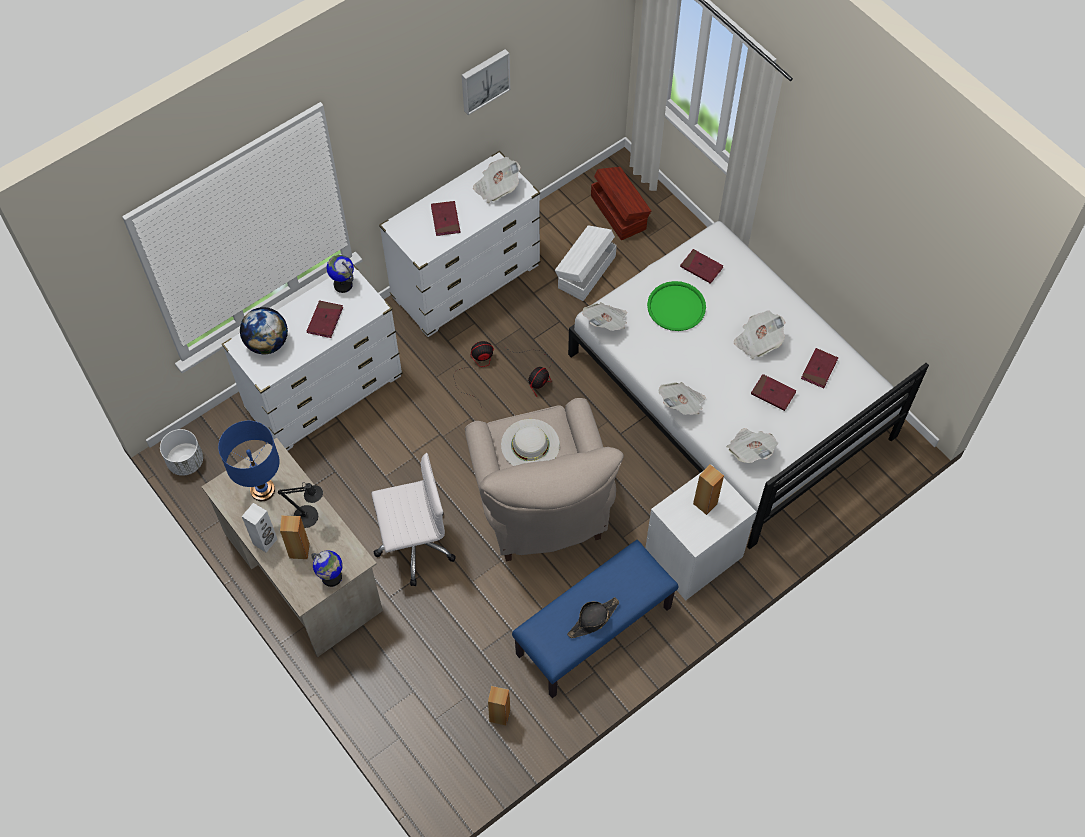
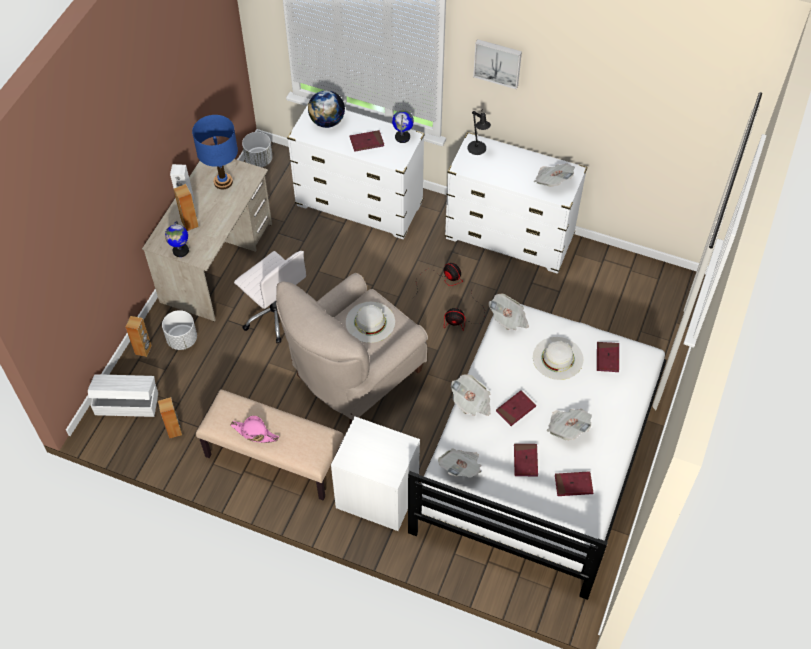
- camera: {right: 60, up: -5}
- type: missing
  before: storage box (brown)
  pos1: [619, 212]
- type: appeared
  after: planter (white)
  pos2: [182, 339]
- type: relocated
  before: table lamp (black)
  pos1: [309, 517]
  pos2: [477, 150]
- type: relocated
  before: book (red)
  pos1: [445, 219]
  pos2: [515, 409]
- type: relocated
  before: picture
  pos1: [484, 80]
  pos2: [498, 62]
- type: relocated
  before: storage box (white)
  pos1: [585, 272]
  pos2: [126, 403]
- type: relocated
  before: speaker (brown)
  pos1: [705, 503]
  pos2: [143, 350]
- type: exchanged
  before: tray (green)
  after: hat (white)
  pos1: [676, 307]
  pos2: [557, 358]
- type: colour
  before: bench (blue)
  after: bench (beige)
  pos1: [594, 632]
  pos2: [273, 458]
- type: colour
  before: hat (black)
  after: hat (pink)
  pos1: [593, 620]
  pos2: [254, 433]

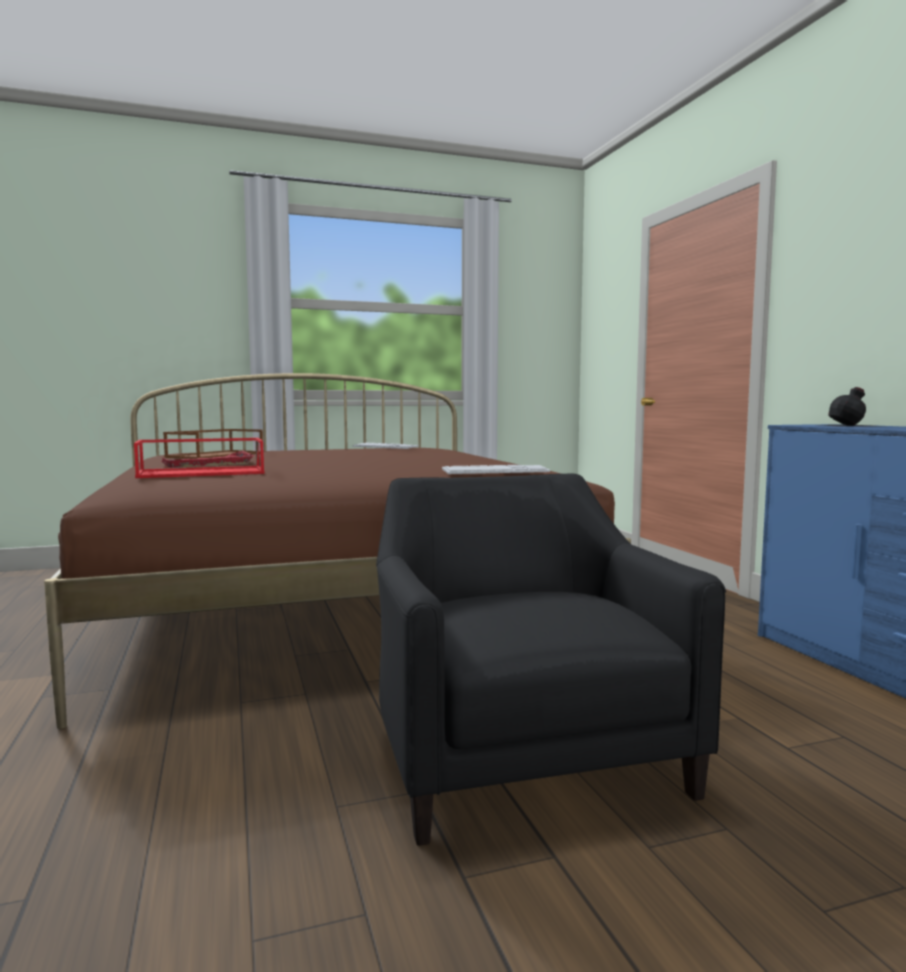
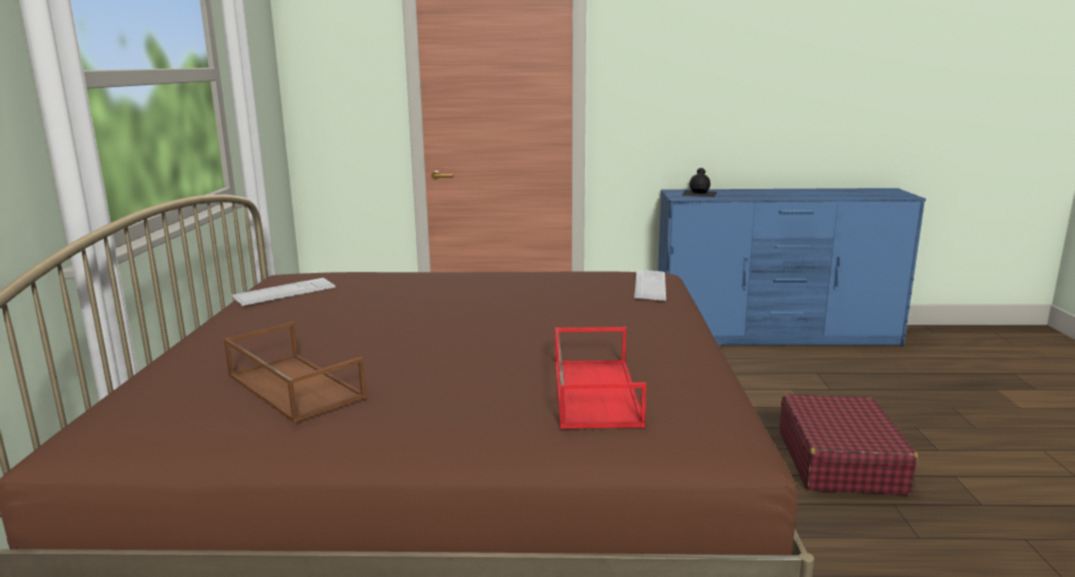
- camera: {right: -70, up: 10}
- type: missing
  before: tray (red)
  pos1: [208, 464]
- type: exchanged
  before: armchair (black)
  after: suitcase (red)
  pos1: [521, 753]
  pos2: [840, 461]

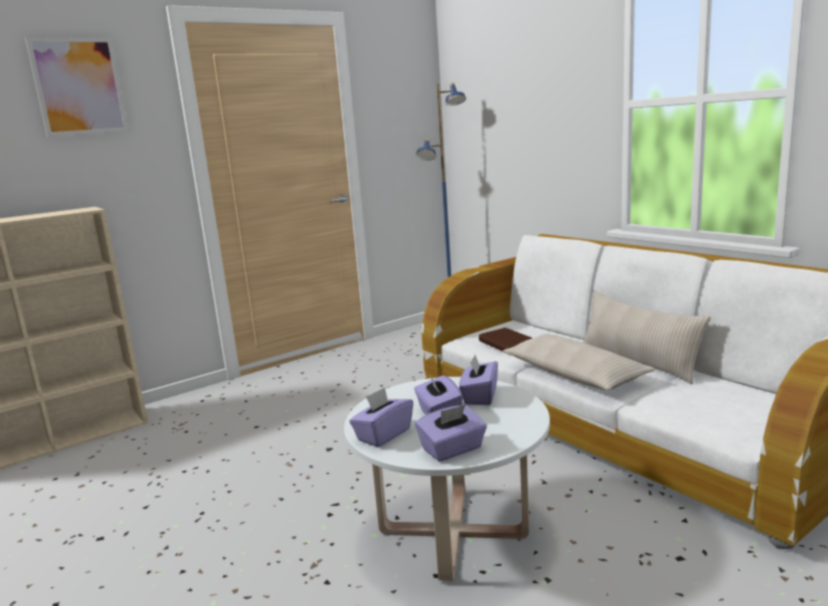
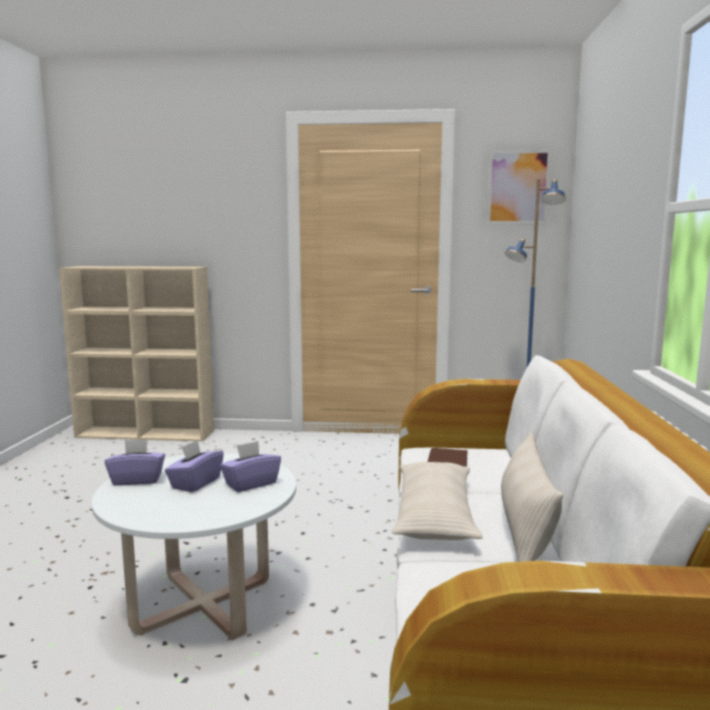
- camera: {right: 40, up: -5}
- type: missing
  before: tissue box (purple)
  pos1: [452, 449]
- type: relocated
  before: picture
  pos1: [79, 86]
  pos2: [518, 187]

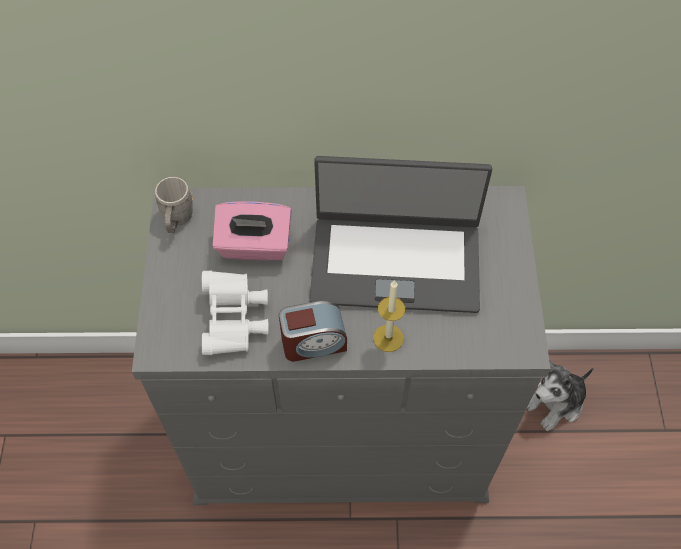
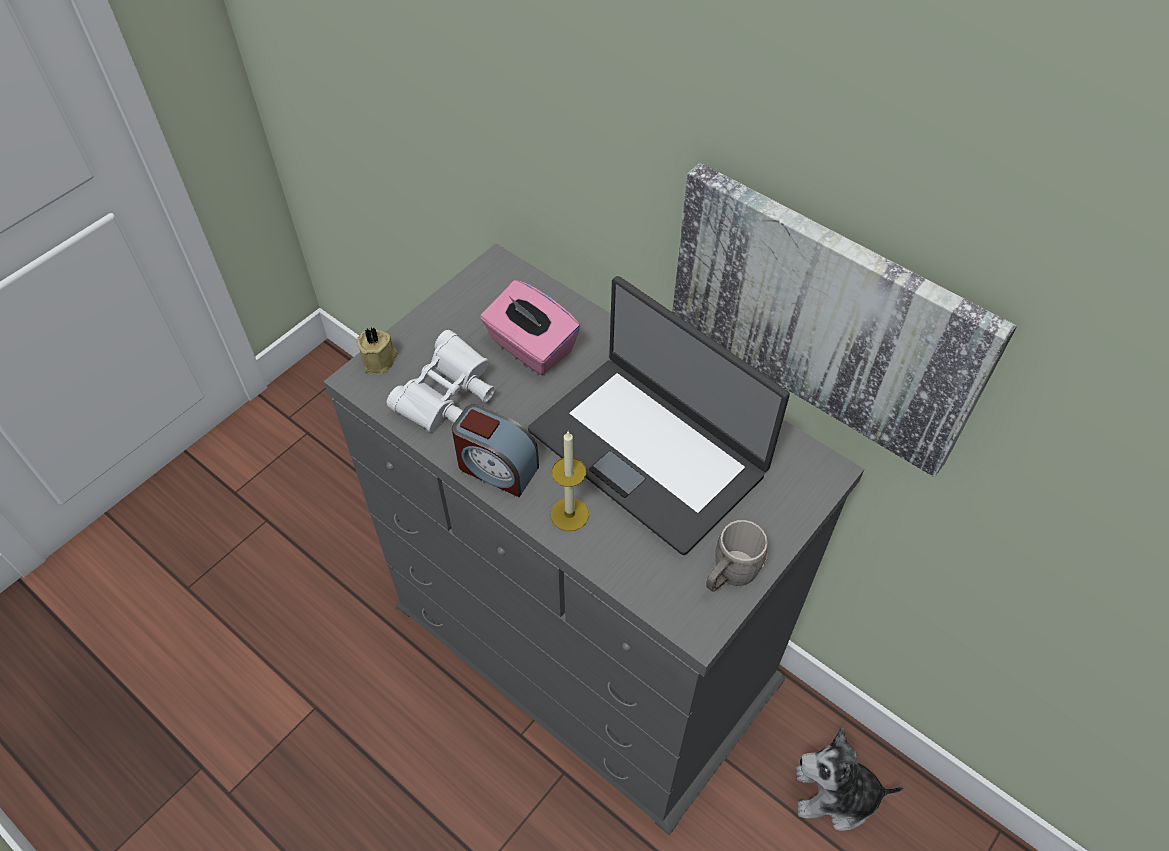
- camera: {right: 40, up: -5}
- type: appeared
  after: candle (beige)
  pos2: [380, 360]
- type: appeared
  after: picture
  pos2: [825, 316]
- type: relocated
  before: mug (grey)
  pos1: [177, 220]
  pos2: [729, 575]

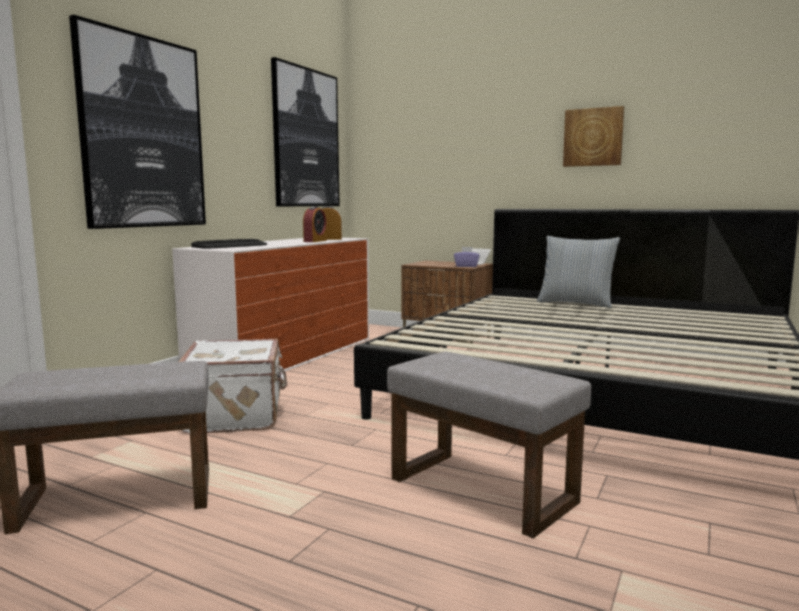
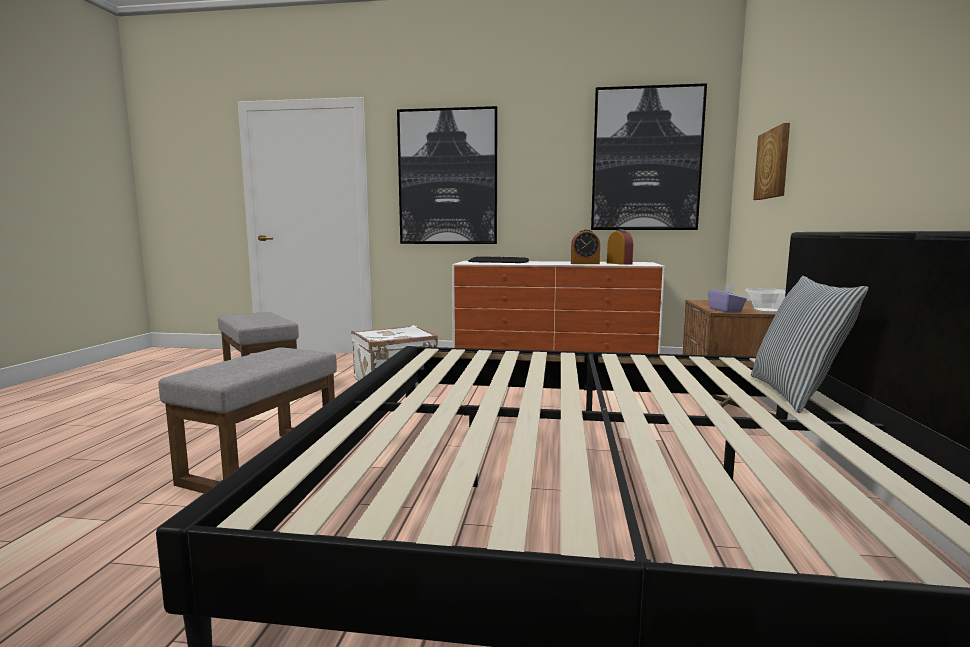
- camera: {right: 70, up: 0}
- type: relocated
  before: picture
  pos1: [593, 137]
  pos2: [773, 164]

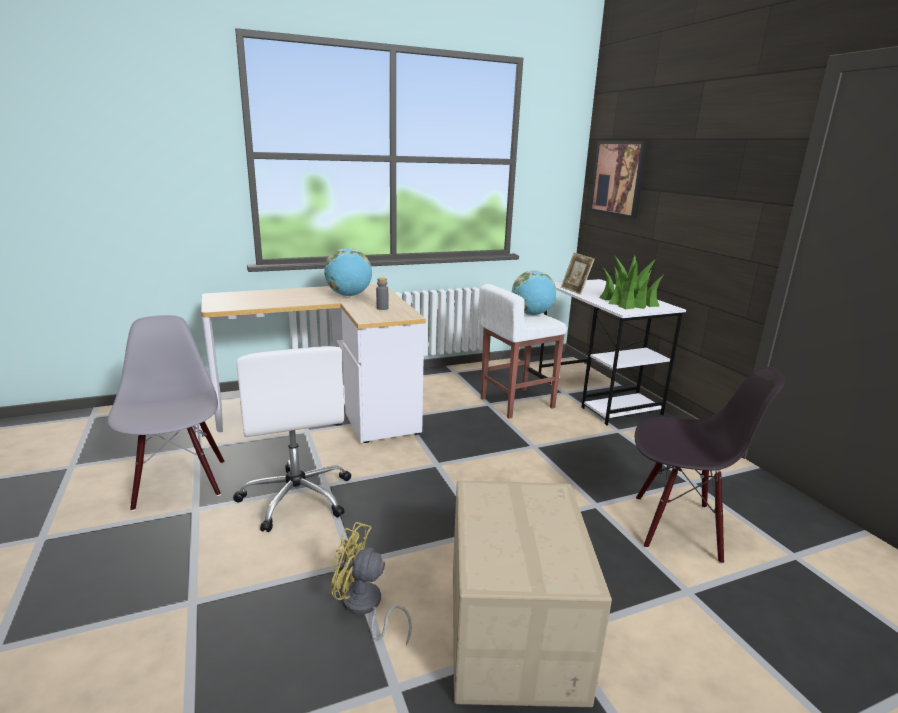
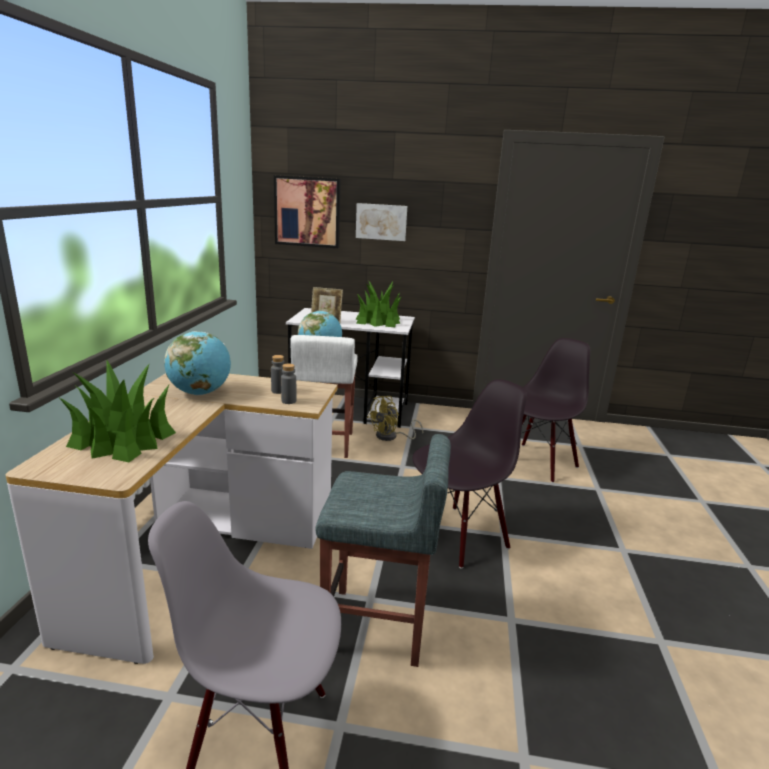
- camera: {right: -60, up: 0}
- type: missing
  before: cardboard box
  pos1: [515, 631]
- type: appeared
  after: potted plant
  pos2: [122, 439]
- type: appeared
  after: bottle (grey)
  pos2: [288, 401]
- type: appeared
  after: picture
  pos2: [381, 222]
- type: appeared
  after: chair (black)
  pos2: [459, 536]
- type: relocated
  before: fan (yellow)
  pos1: [364, 607]
  pos2: [391, 437]
- type: exchanged
  before: office chair (white)
  after: stool (grey)
  pos1: [297, 497]
  pos2: [378, 626]

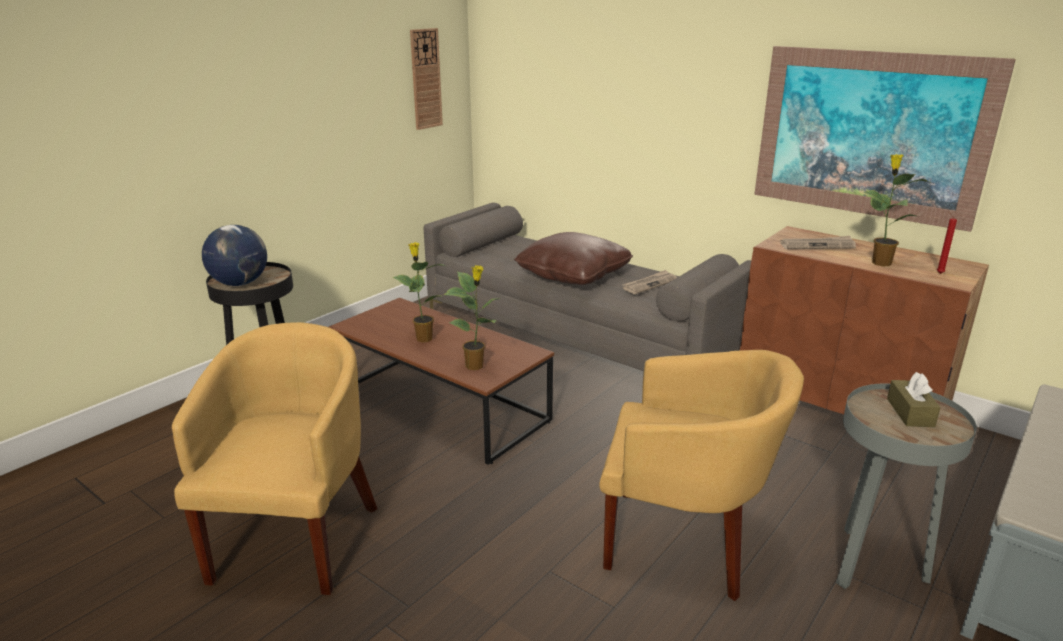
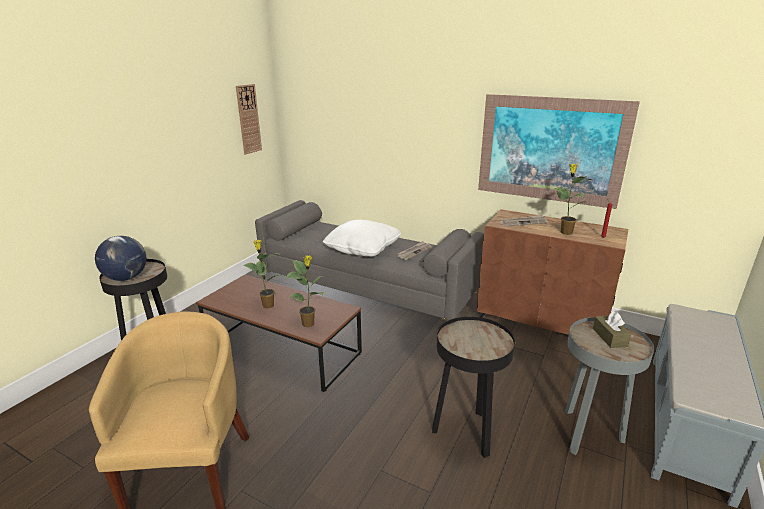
- camera: {right: -10, up: 0}
- type: exchanged
  before: armchair (yellow)
  after: side table (black)
  pos1: [684, 541]
  pos2: [466, 433]
- type: colour
  before: pillow (brown)
  after: pillow (white)
  pos1: [573, 275]
  pos2: [362, 249]

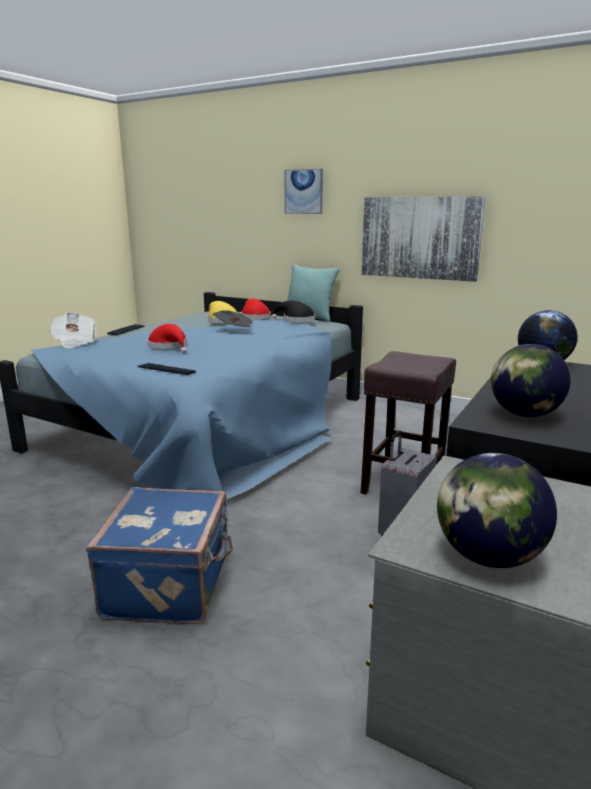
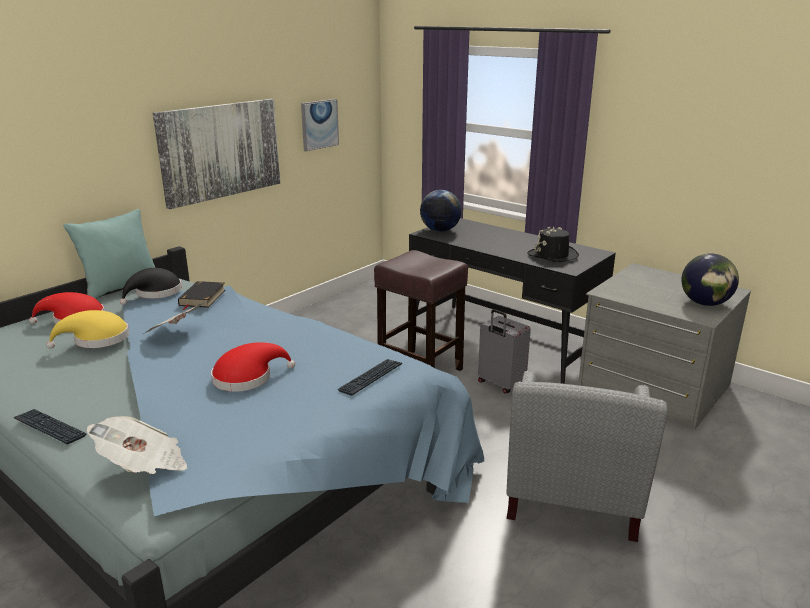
- camera: {right: -80, up: 5}
- type: appeared
  after: book (black)
  pos2: [202, 298]
- type: relocated
  before: picture
  pos1: [304, 191]
  pos2: [319, 124]
- type: exchanged
  before: suitcase (blue)
  after: armchair (grey)
  pos1: [171, 584]
  pos2: [570, 502]
- type: exchanged
  before: globe
  after: hat (black)
  pos1: [524, 414]
  pos2: [553, 255]

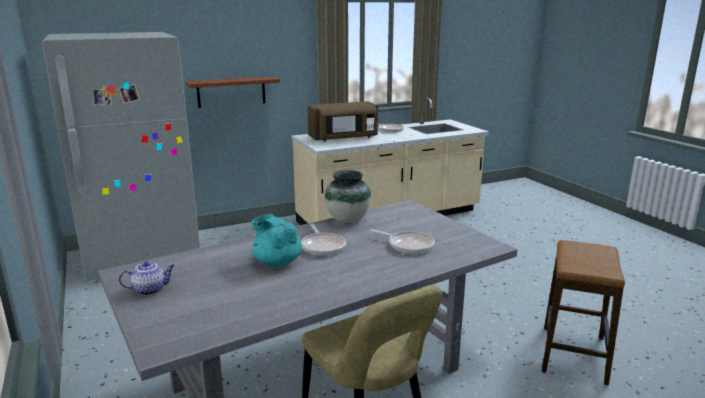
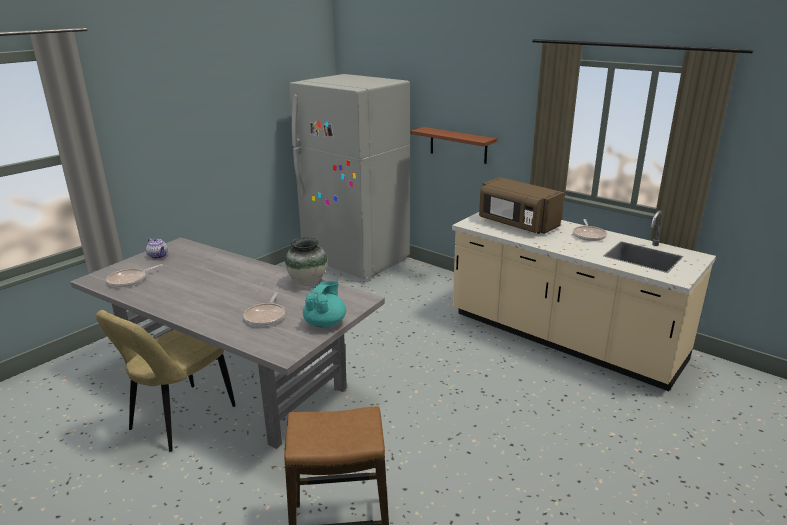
- camera: {right: 65, up: 5}
- type: relocated
  before: teapot (turquoise)
  pos1: [277, 262]
  pos2: [325, 323]
- type: relocated
  before: frying pan
  pos1: [323, 246]
  pos2: [129, 280]

